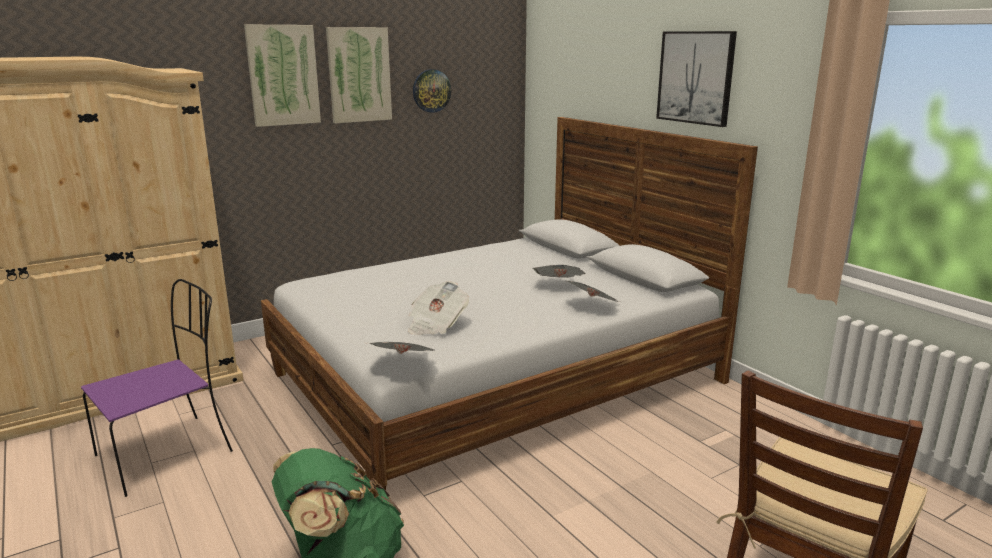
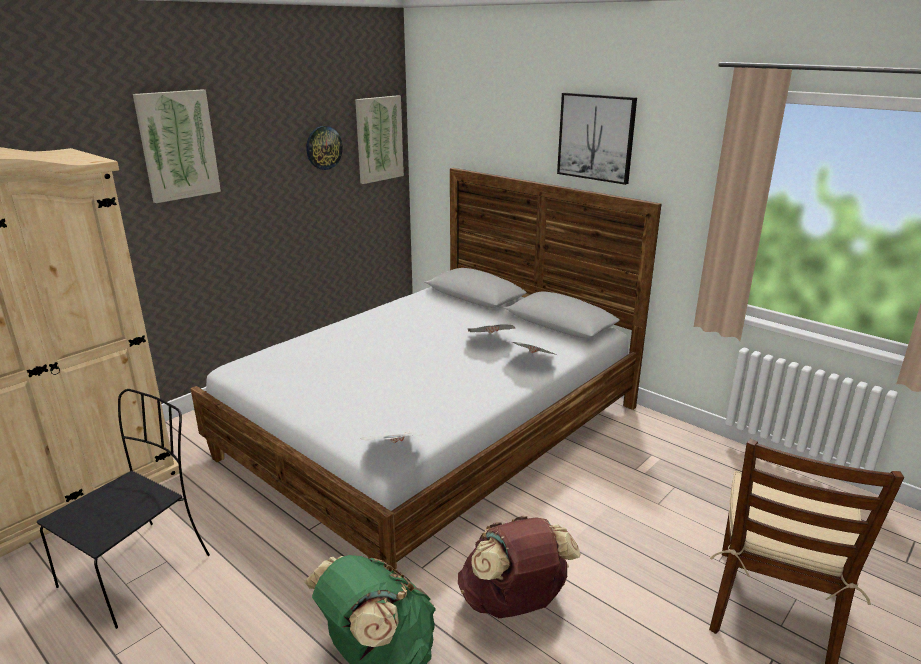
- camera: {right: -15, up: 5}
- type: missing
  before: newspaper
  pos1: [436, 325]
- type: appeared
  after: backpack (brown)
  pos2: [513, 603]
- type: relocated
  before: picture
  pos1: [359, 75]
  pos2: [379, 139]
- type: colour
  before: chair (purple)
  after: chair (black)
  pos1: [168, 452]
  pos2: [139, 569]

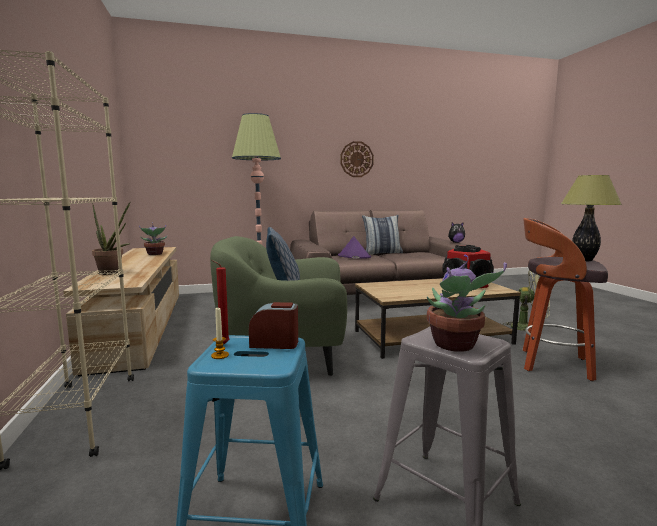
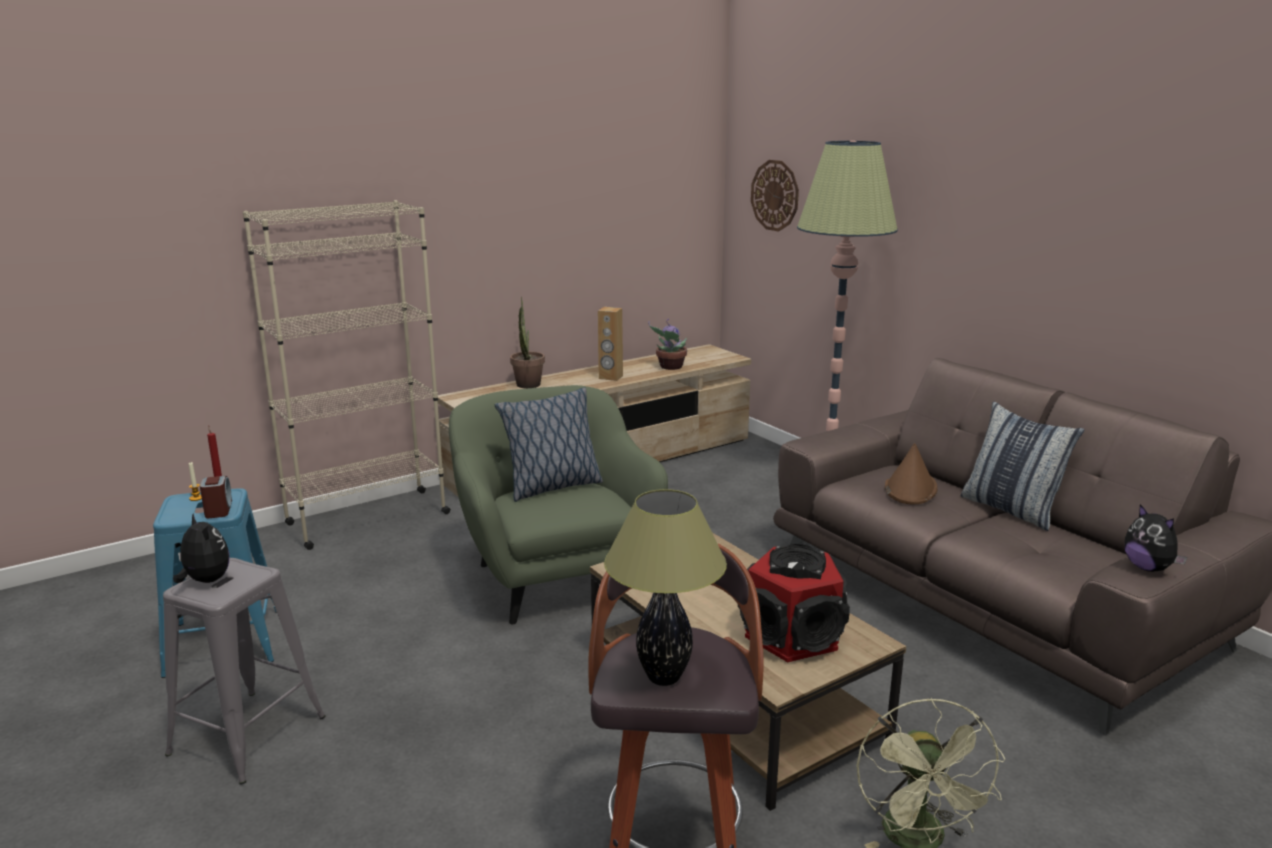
- camera: {right: 70, up: 10}
- type: appeared
  after: speaker (brown)
  pos2: [610, 377]
- type: relocated
  before: wall clock
  pos1: [356, 159]
  pos2: [775, 195]
- type: exchanged
  before: potted plant
  after: plush toy
  pos1: [455, 345]
  pos2: [205, 581]
- type: colour
  before: hat (purple)
  after: hat (brown)
  pos1: [354, 256]
  pos2: [910, 488]

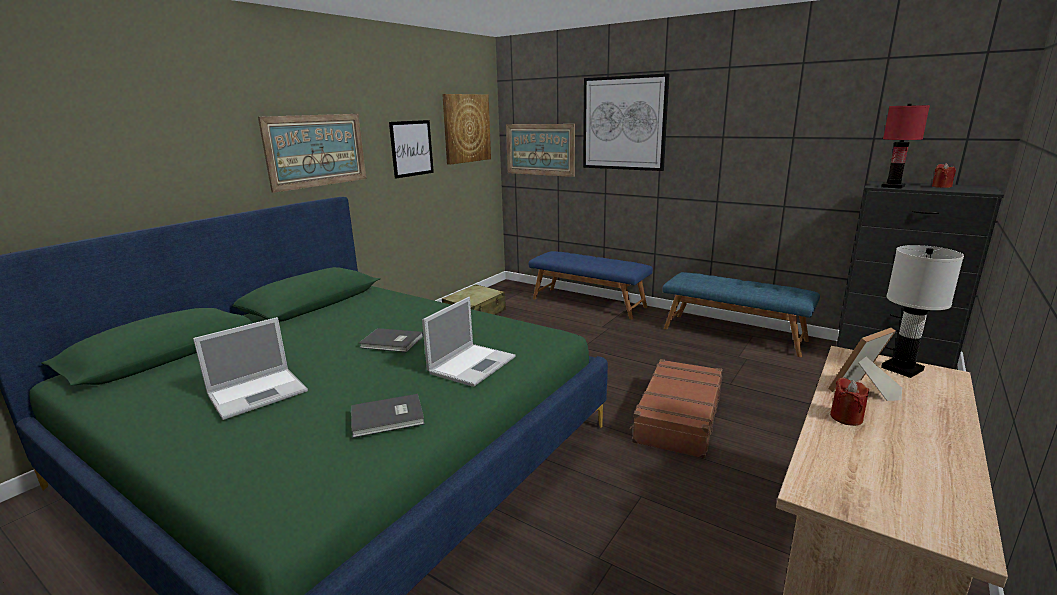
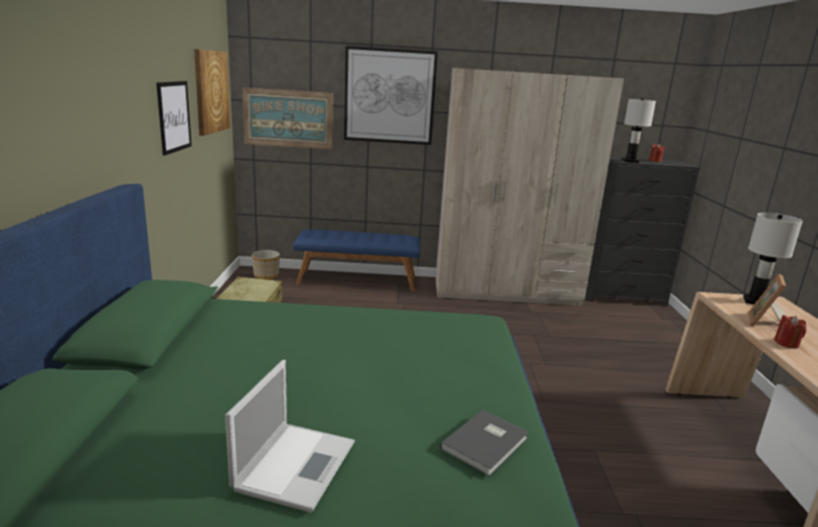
- camera: {right: -35, up: 0}
- type: missing
  before: picture
  pos1: [316, 150]
- type: missing
  before: book (grey)
  pos1: [392, 342]
- type: missing
  before: laptop
  pos1: [473, 364]
- type: missing
  before: suitcase (brown)
  pos1: [677, 417]
- type: appeared
  after: planter
  pos2: [266, 275]
- type: exchanged
  before: bench (blue)
  after: wardrobe (beige)
  pos1: [734, 334]
  pos2: [506, 291]
- type: colour
  before: table lamp (red)
  after: table lamp (white)
  pos1: [892, 186]
  pos2: [630, 161]

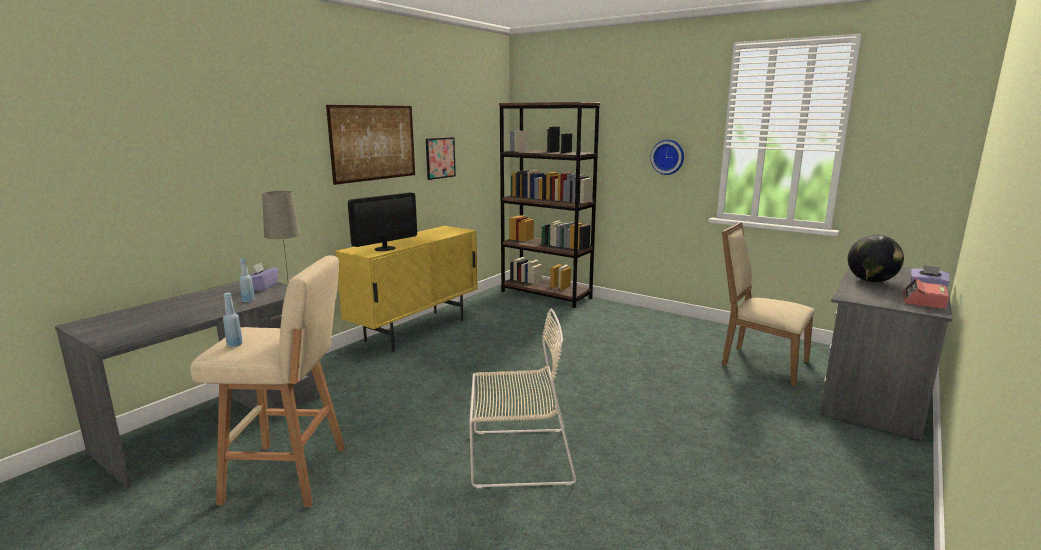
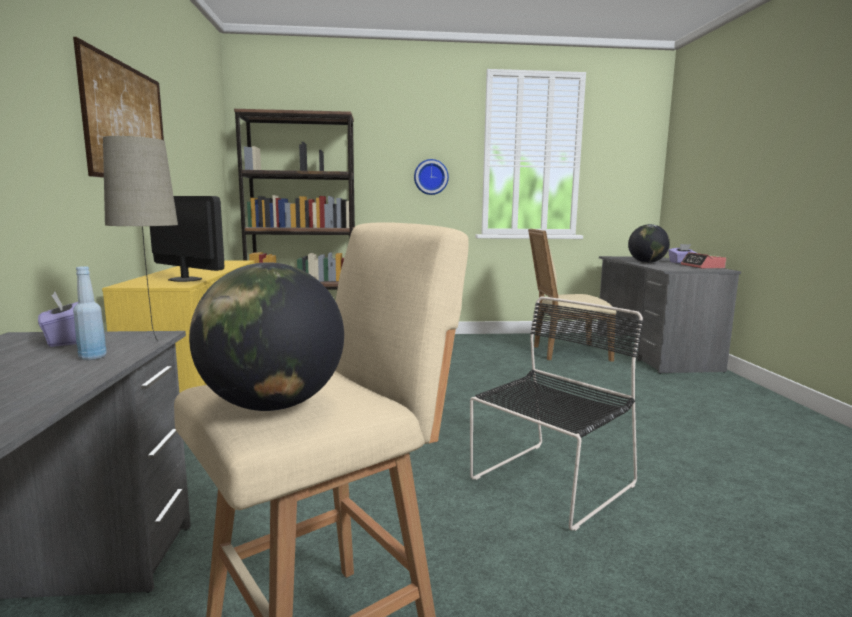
- camera: {right: -40, up: -5}
- type: missing
  before: picture
  pos1: [440, 158]
- type: exchanged
  before: bottle (blue)
  after: globe
  pos1: [235, 345]
  pos2: [272, 405]
- type: colour
  before: chair (beige)
  after: chair (black)
  pos1: [516, 456]
  pos2: [549, 483]
- type: spun
  before: monitor
  pos1: [385, 249]
  pos2: [185, 279]
  turn: -60

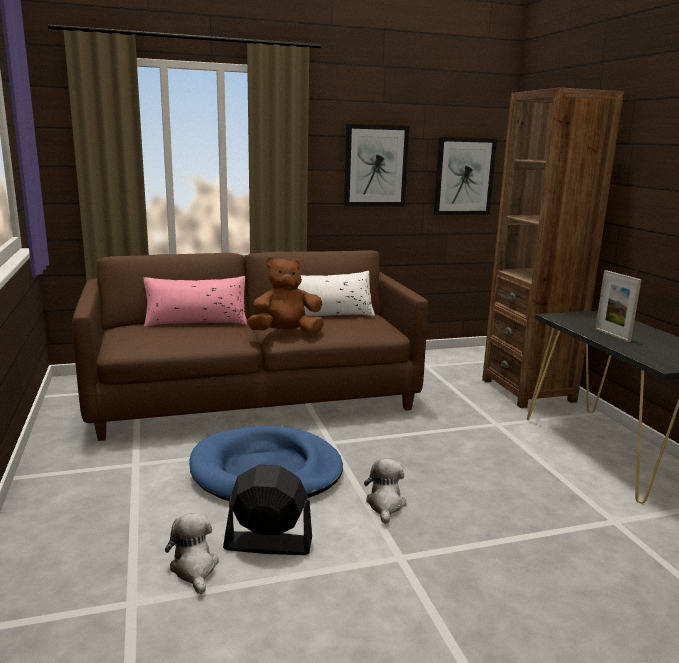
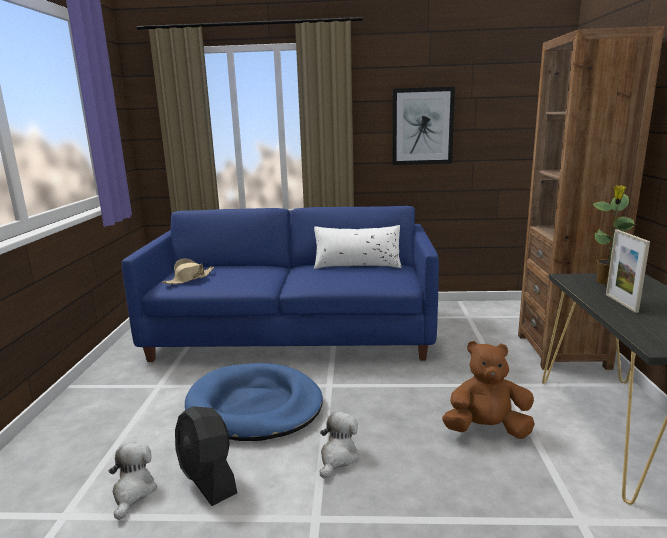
- camera: {right: 20, up: 0}
- type: missing
  before: pillow (pink)
  pos1: [196, 322]
- type: missing
  before: picture
  pos1: [464, 176]
- type: appeared
  after: hat (beige)
  pos2: [189, 279]
- type: appeared
  after: potted plant
  pos2: [605, 282]
- type: relocated
  before: plush toy (brown)
  pos1: [286, 333]
  pos2: [487, 430]
- type: colour
  before: sofa (brown)
  after: sofa (blue)
  pos1: [254, 395]
  pos2: [292, 333]
- type: spun
  before: fan (black)
  pos1: [268, 543]
  pos2: [207, 479]
  turn: -150

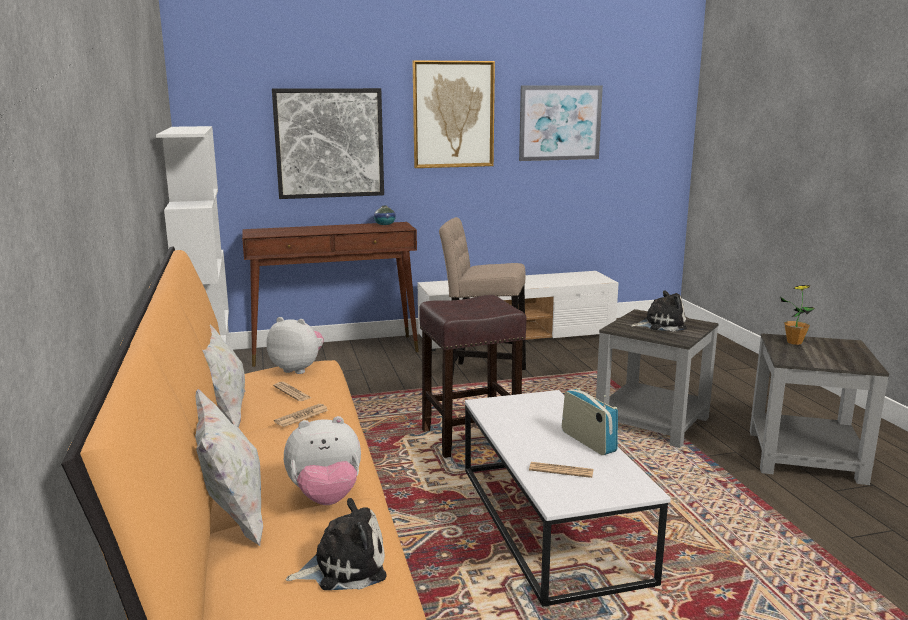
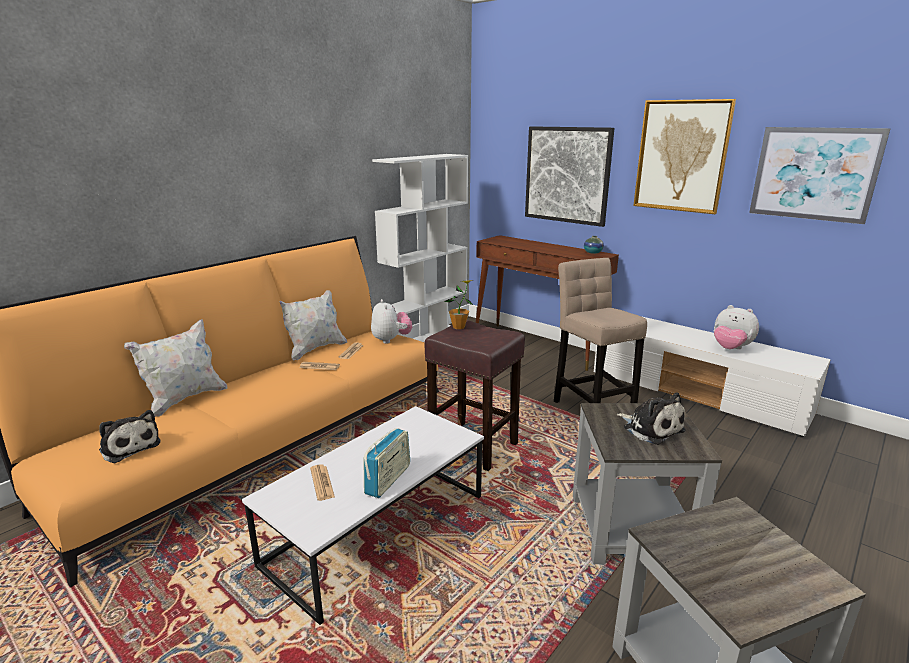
- camera: {right: 55, up: 5}
- type: relocated
  before: plush toy
  pos1: [326, 498]
  pos2: [730, 348]
- type: relocated
  before: potted plant
  pos1: [794, 342]
  pos2: [459, 327]

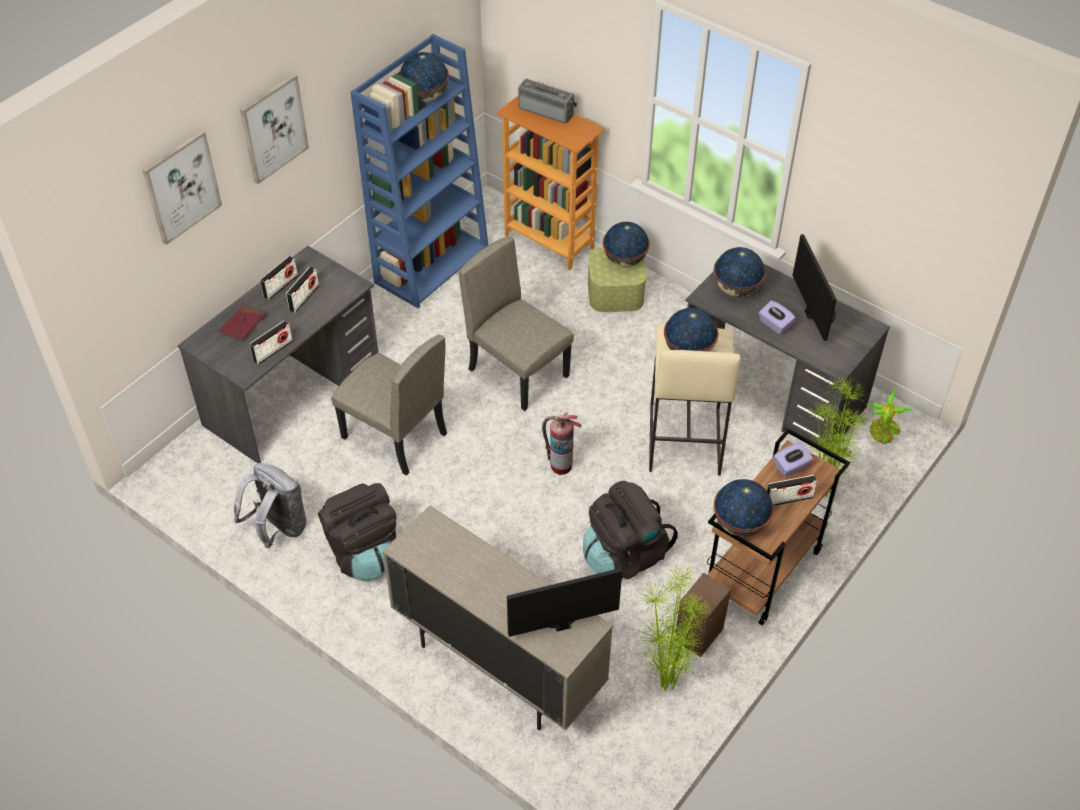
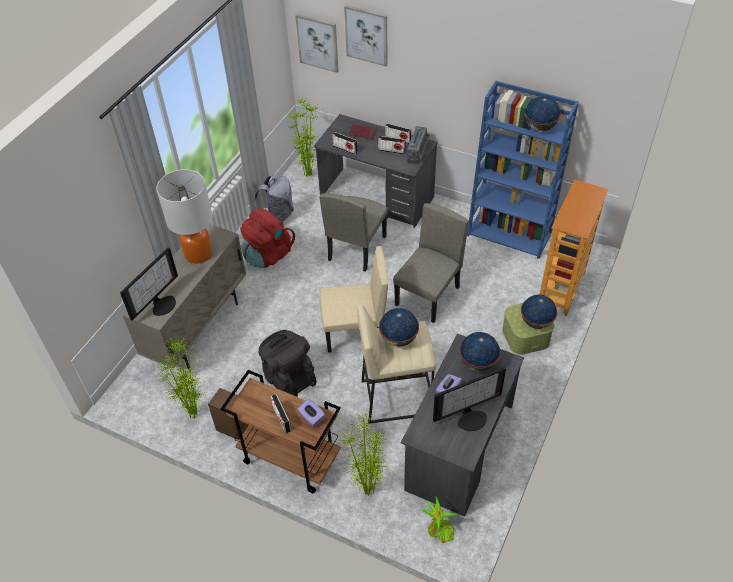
- camera: {right: 80, up: 0}
- type: missing
  before: globe
  pos1: [740, 524]
- type: appeared
  after: table lamp
  pos2: [198, 254]
- type: appeared
  after: potted plant
  pos2: [309, 175]
- type: relocated
  before: picture
  pos1: [273, 128]
  pos2: [318, 43]
- type: relocated
  before: radio
  pos1: [547, 110]
  pos2: [418, 152]
- type: exchanged
  before: fire extinguisher
  after: chair (beige)
  pos1: [561, 465]
  pos2: [354, 332]
- type: colour
  before: backpack (black)
  after: backpack (red)
  pos1: [364, 553]
  pos2: [268, 254]
- type: spun
  before: monitor
  pos1: [559, 618]
  pos2: [162, 304]
  turn: 60

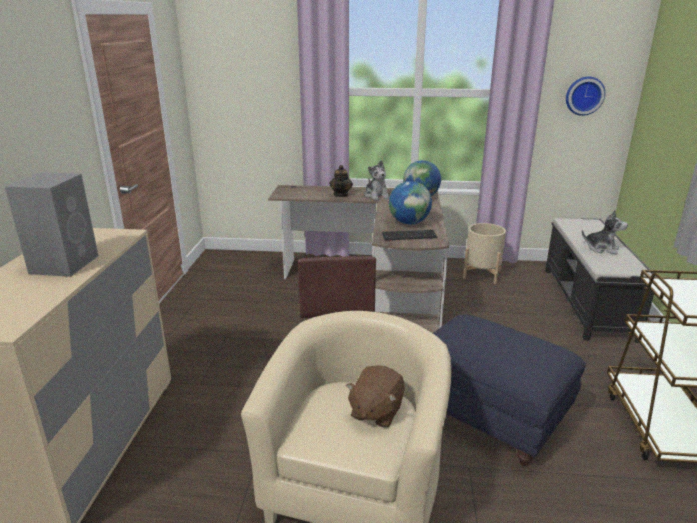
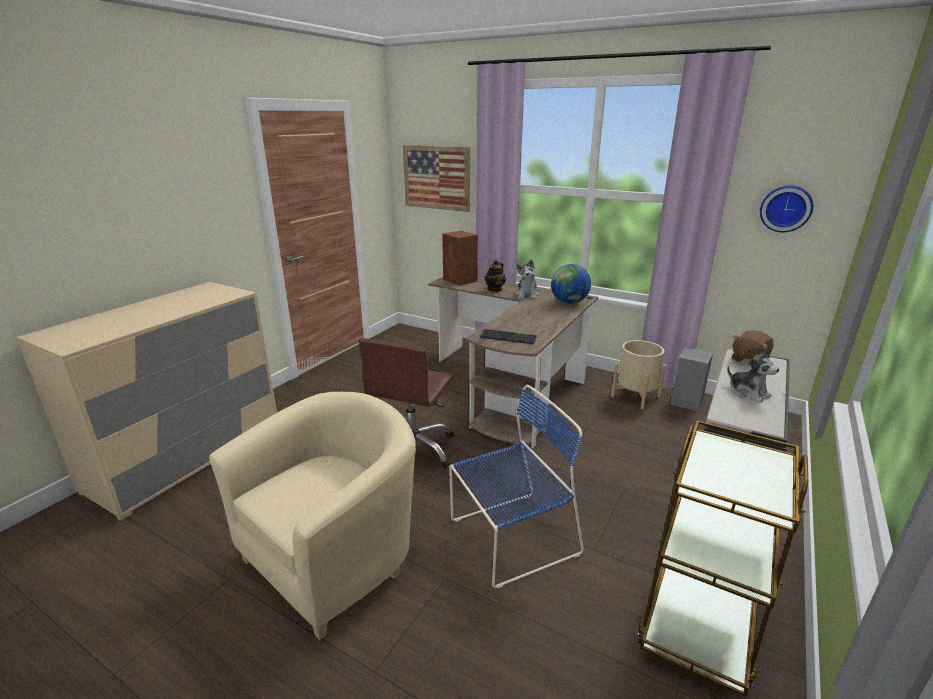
- camera: {right: 25, up: 0}
- type: missing
  before: globe
  pos1: [409, 223]
- type: appeared
  after: picture
  pos2: [436, 177]
- type: appeared
  after: speaker (brown)
  pos2: [460, 280]
- type: relocated
  before: speaker (grey)
  pos1: [65, 264]
  pos2: [687, 401]
- type: relocated
  before: plush toy (brown)
  pos1: [375, 411]
  pos2: [748, 360]
- type: exchanged
  before: ottoman (blue)
  after: chair (blue)
  pos1: [489, 416]
  pos2: [510, 538]

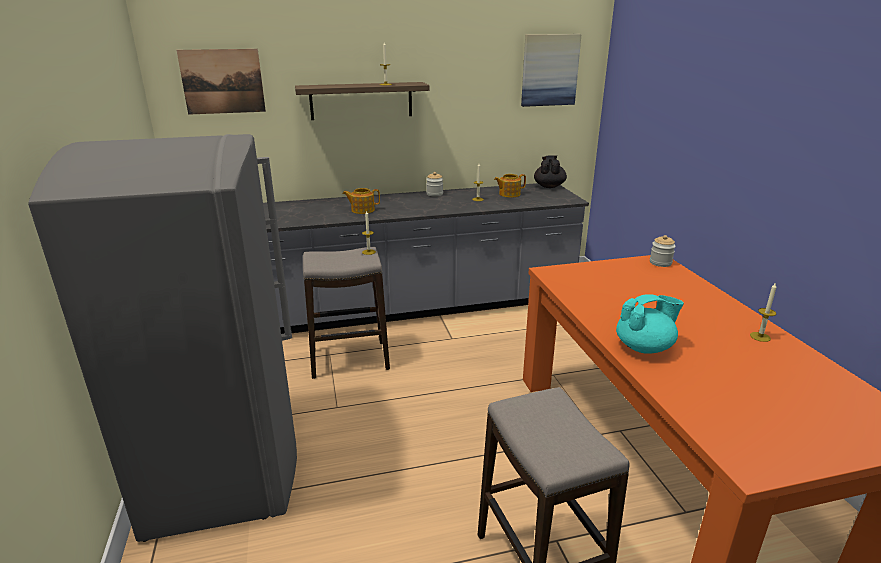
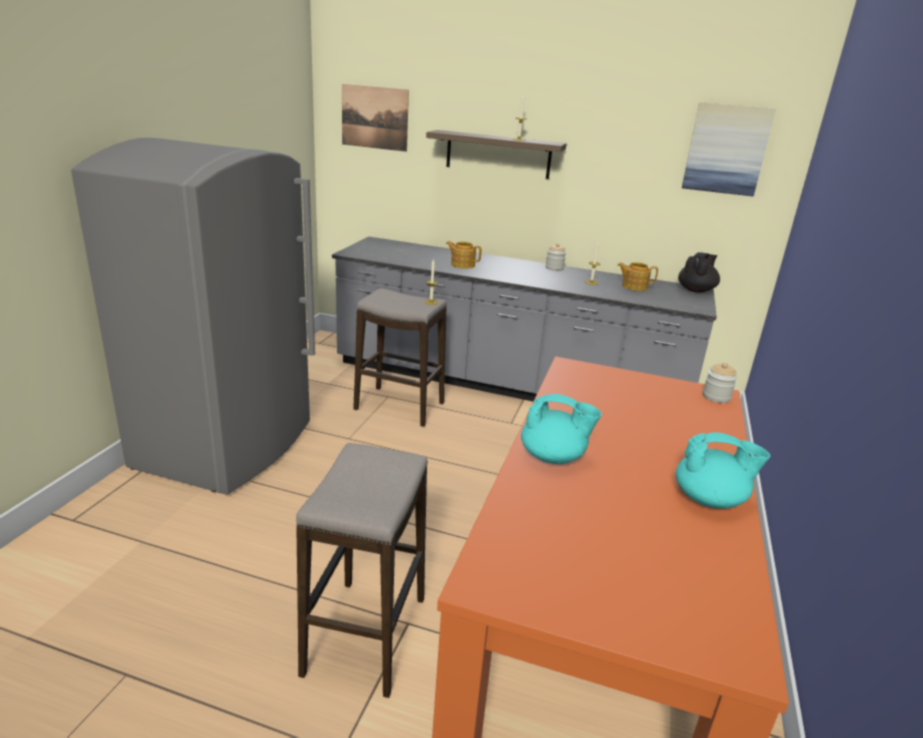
- camera: {right: 30, up: 0}
- type: exchanged
  before: candle
  after: teapot (turquoise)
  pos1: [760, 337]
  pos2: [710, 499]

